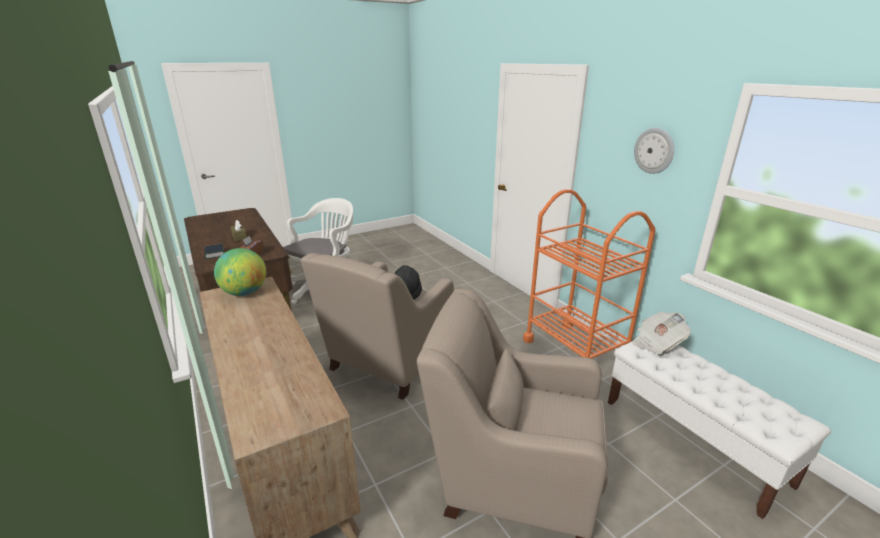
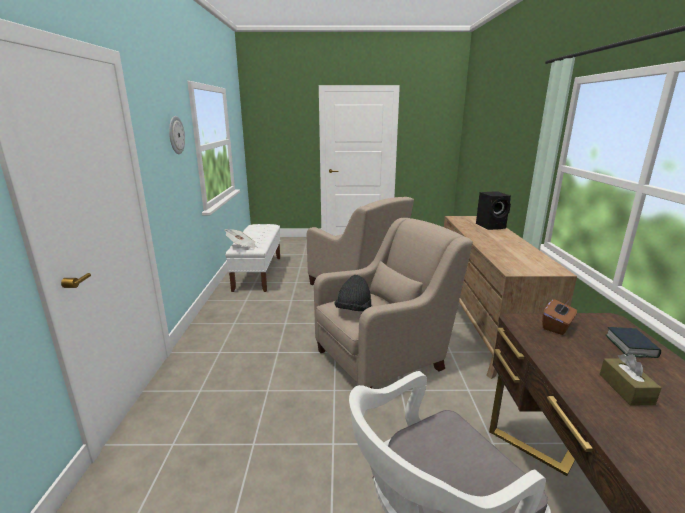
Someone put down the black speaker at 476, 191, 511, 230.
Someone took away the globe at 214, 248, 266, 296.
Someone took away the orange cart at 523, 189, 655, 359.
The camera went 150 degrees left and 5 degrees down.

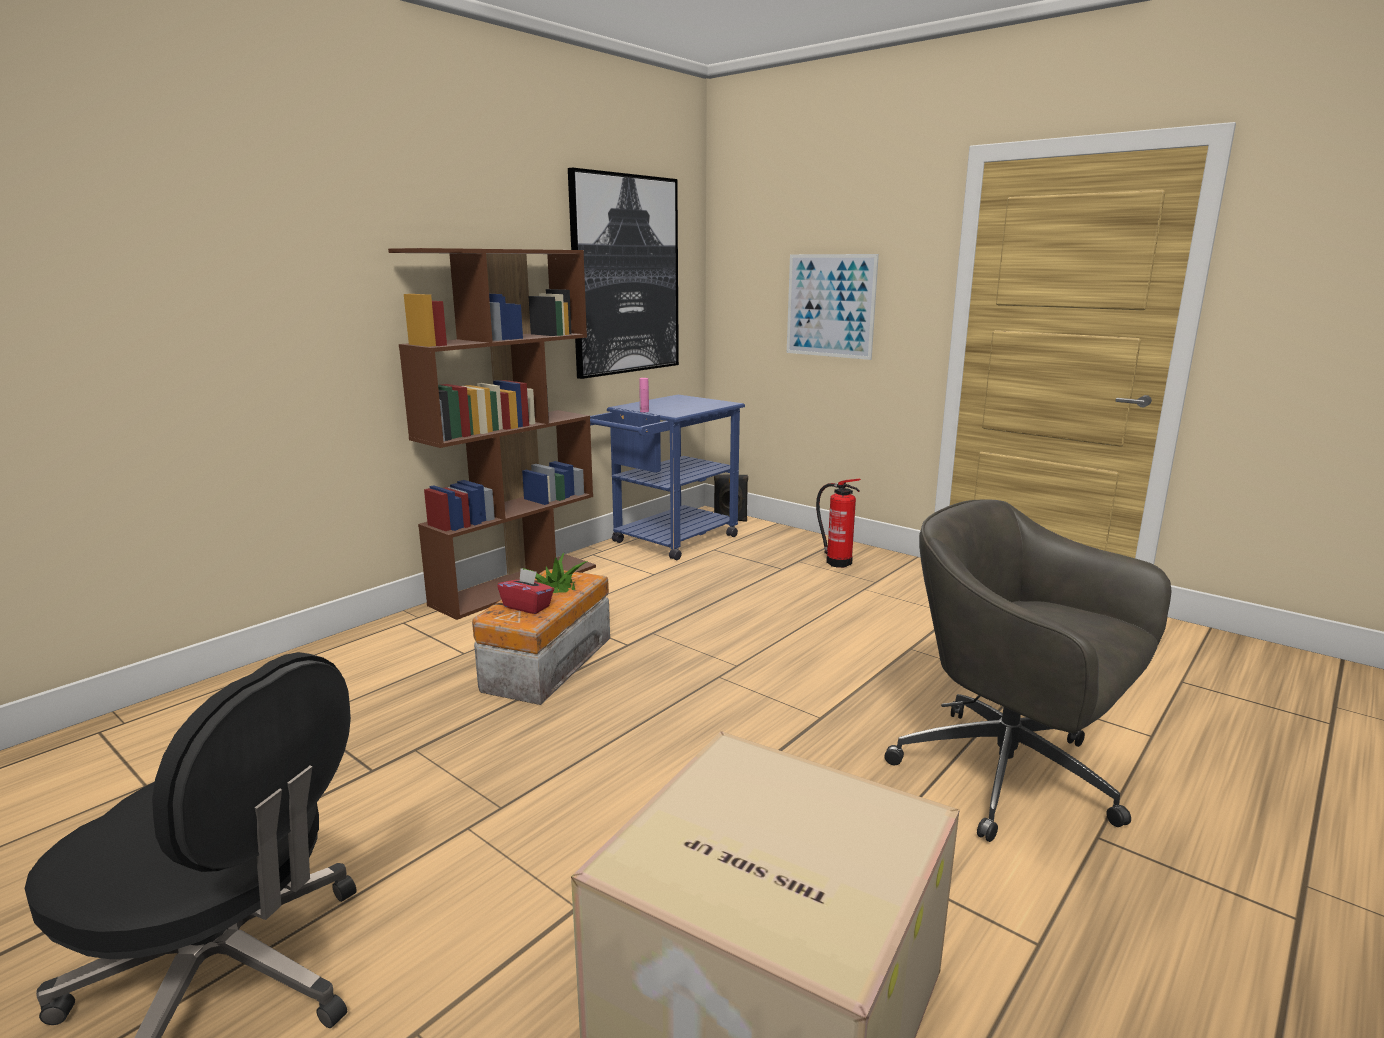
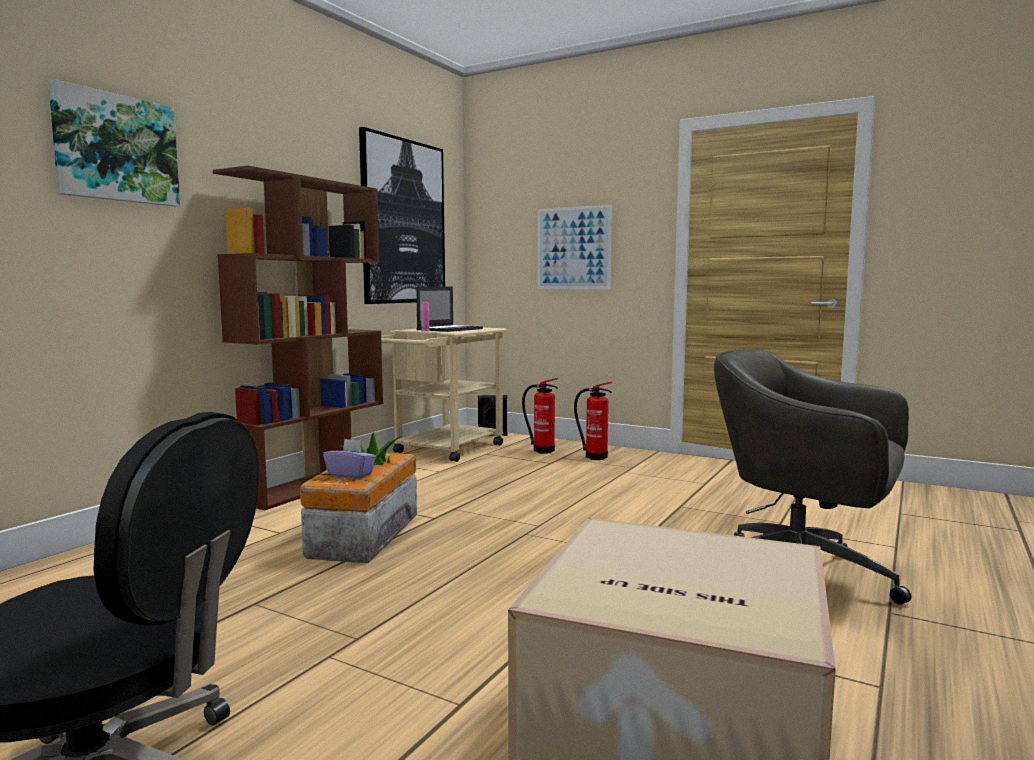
Someone put up the picture at 48, 79, 180, 207.
Someone repainted the red tissue box at 497, 568, 554, 614, which became the purple tissue box at 323, 439, 376, 479.
Someone repainted the blue cart at 590, 395, 745, 560, which became the beige cart at 381, 328, 507, 462.
Someone put down the laptop at 416, 286, 483, 332.
Someone put down the fire extinguisher at 522, 378, 558, 454.
The camera went 10 degrees left and 10 degrees down.

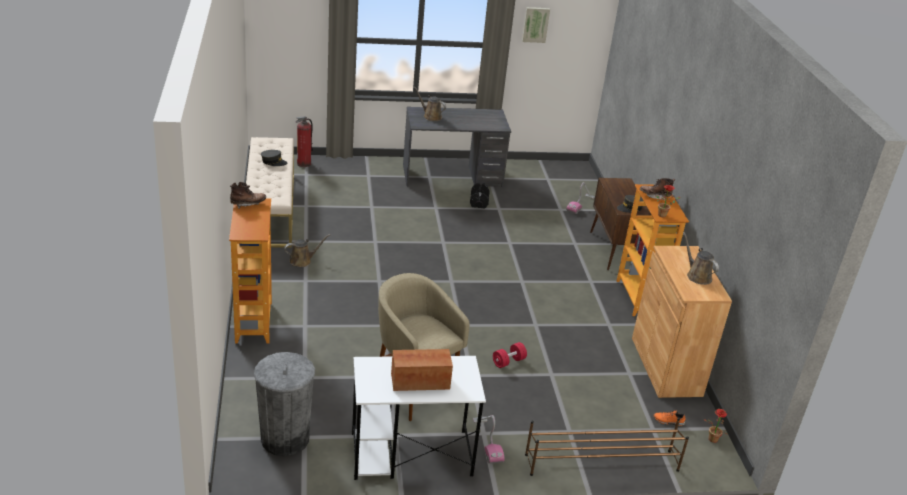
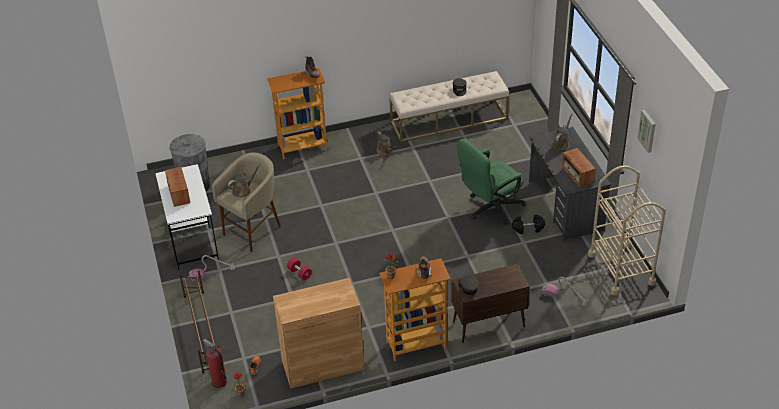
Someone carried the fire extinguisher from 295, 116, 313, 167 to 203, 338, 227, 388.
Someone carried the brown watering can from 683, 232, 719, 285 to 228, 164, 261, 197.
Someone put down the green office chair at 457, 139, 526, 225.
Someone put down the radio at 562, 148, 596, 187.
Someone put down the beige cart at 588, 165, 666, 295.
The camera went 85 degrees right and 10 degrees up.

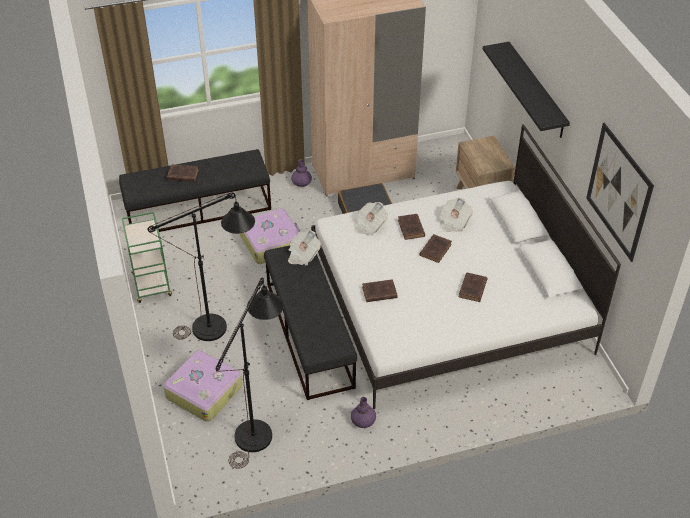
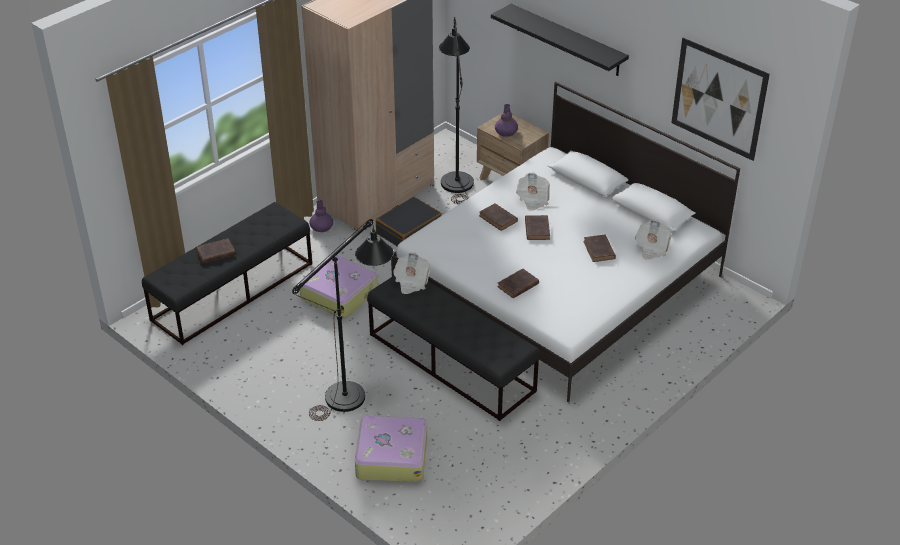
Someone carried the black floor lamp from 216, 277, 284, 468 to 439, 16, 474, 204.
Someone carried the purple vase from 351, 397, 376, 428 to 495, 104, 518, 137.
Someone carried the newspaper from 355, 202, 388, 236 to 635, 220, 672, 259.
Someone took away the green cart at 122, 212, 172, 303.
The camera went 30 degrees left and 5 degrees down.

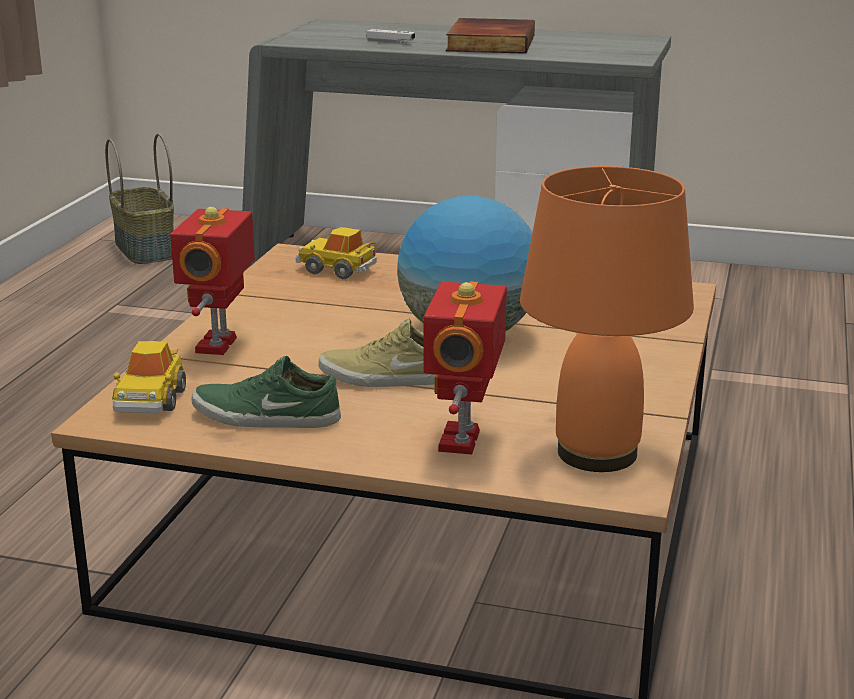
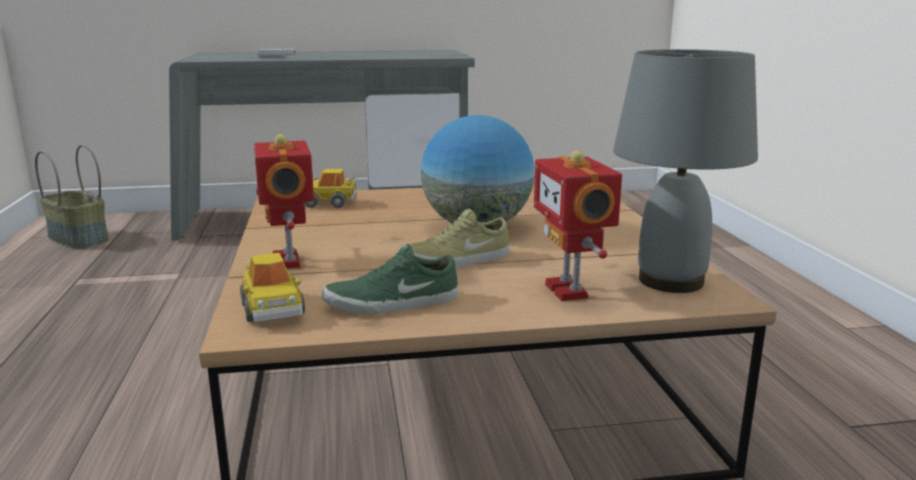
Someone repainted the orange table lamp at 520, 166, 694, 472, which became the grey table lamp at 613, 49, 758, 293.
Someone took away the book at 446, 18, 535, 54.
The camera went 25 degrees left and 5 degrees down.

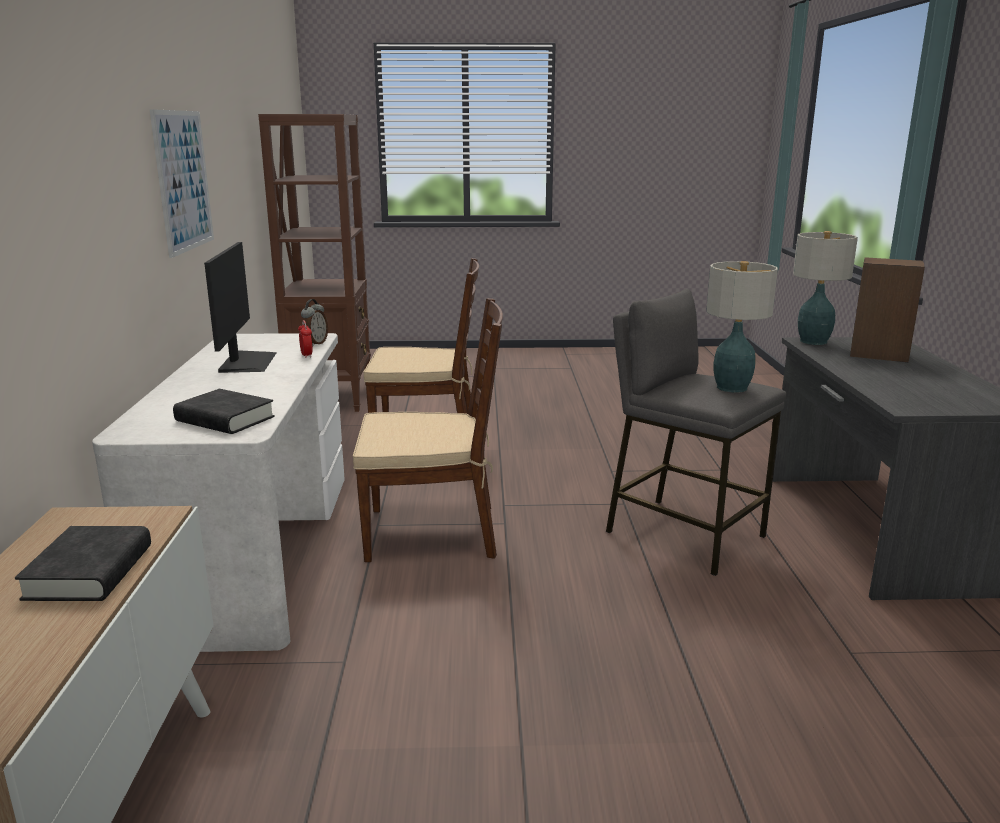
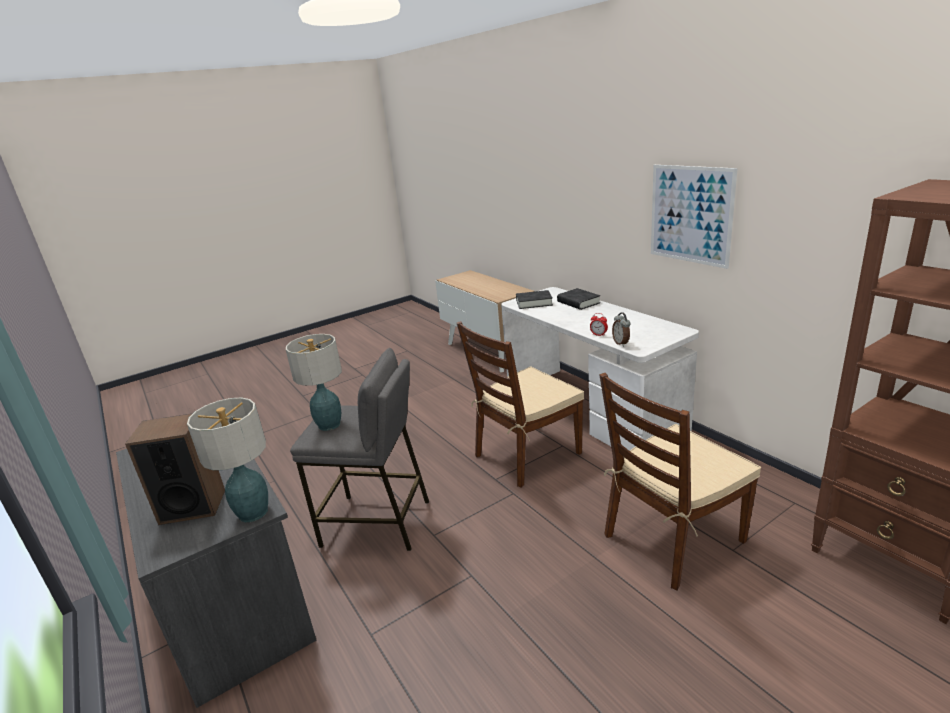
Someone carried the black book from 15, 526, 151, 601 to 557, 288, 600, 310.
Someone took away the monitor at 204, 242, 277, 373.
The camera went 150 degrees right and 5 degrees up.

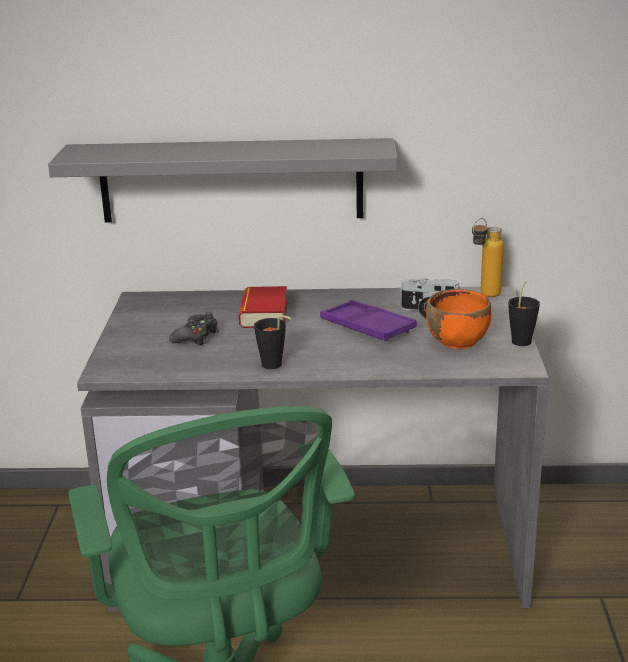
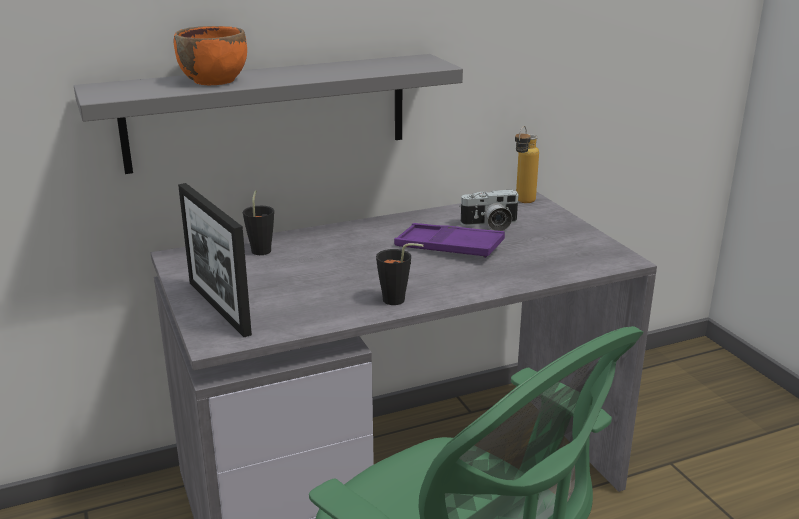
Someone carried the orange bowl from 426, 289, 491, 349 to 174, 26, 247, 85.
Someone put down the picture frame at 178, 183, 252, 337.
Someone carried the black cup from 508, 281, 540, 346 to 243, 190, 274, 255.
Someone took away the black game controller at 169, 312, 219, 345.
Someone took away the book at 239, 286, 287, 328.
The camera went 25 degrees left and 0 degrees up.

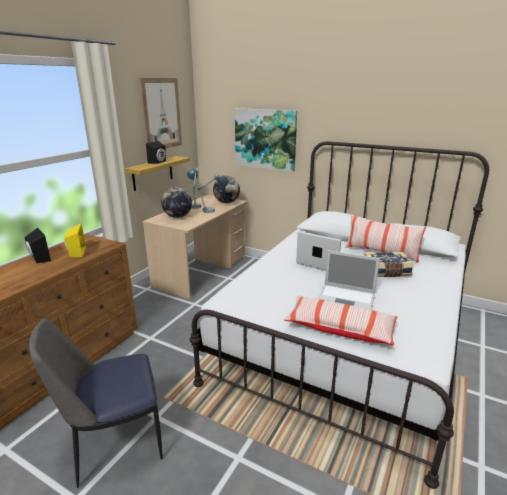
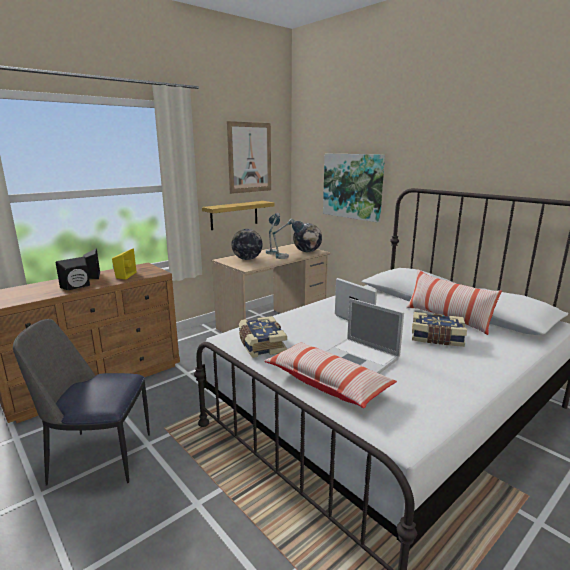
Someone carried the black speaker from 146, 141, 166, 164 to 56, 257, 90, 290.
Someone put down the book at 239, 316, 287, 358.
The camera went 20 degrees right and 5 degrees down.

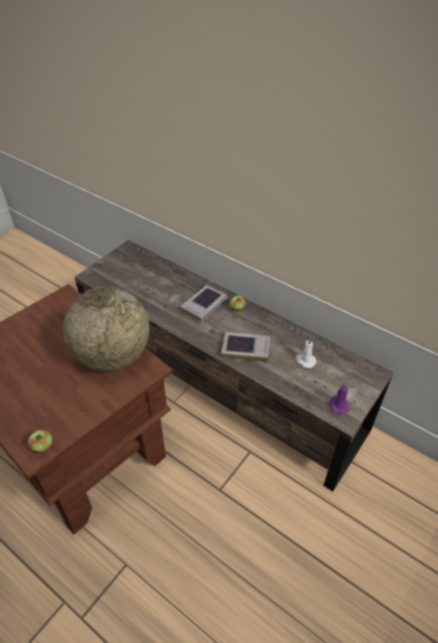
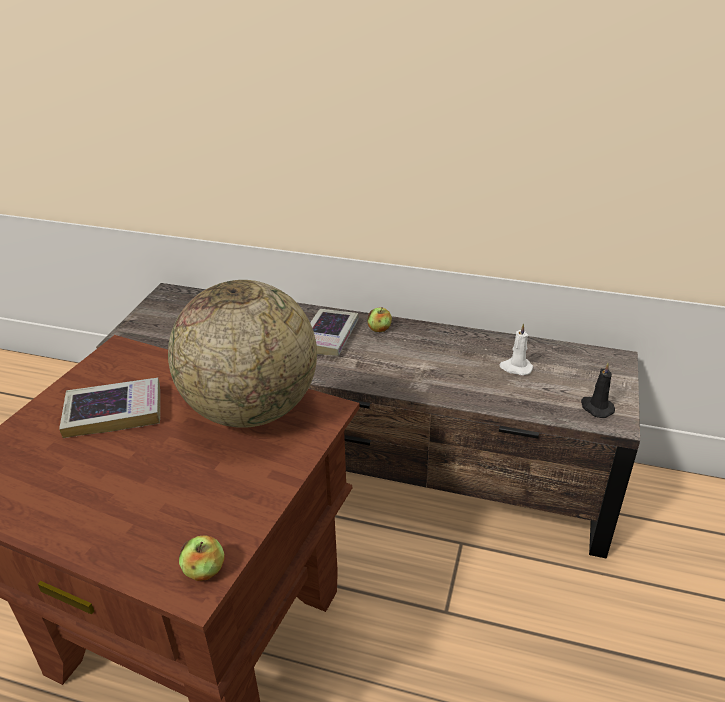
Someone carried the book from 221, 332, 270, 362 to 59, 378, 160, 438.
Someone repainted the purple candle at 329, 383, 350, 414, which became the black candle at 581, 363, 615, 418.
The camera went 20 degrees left and 10 degrees down.

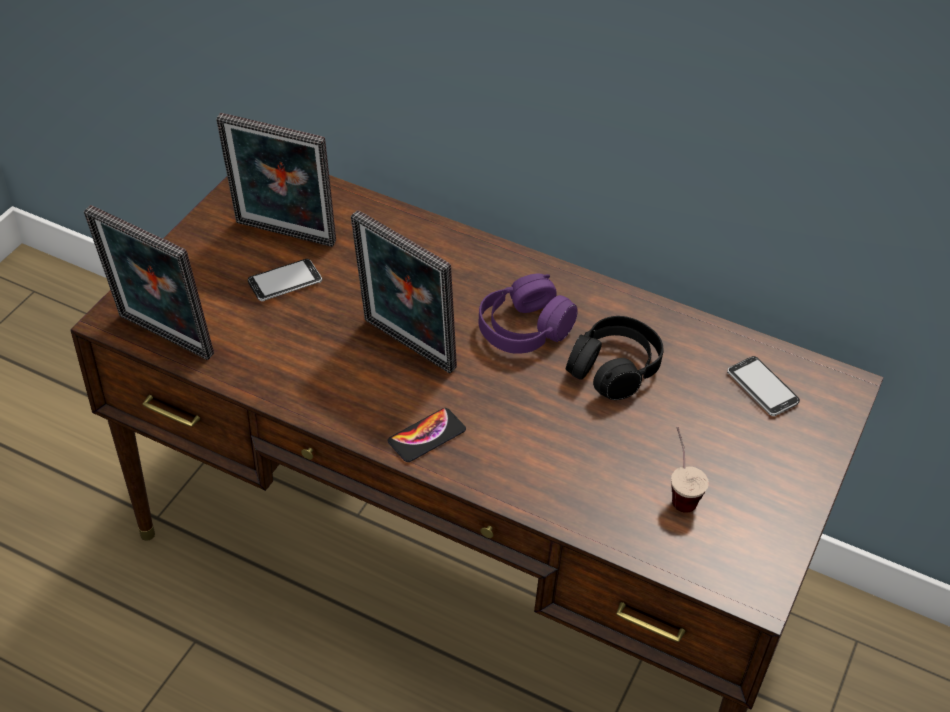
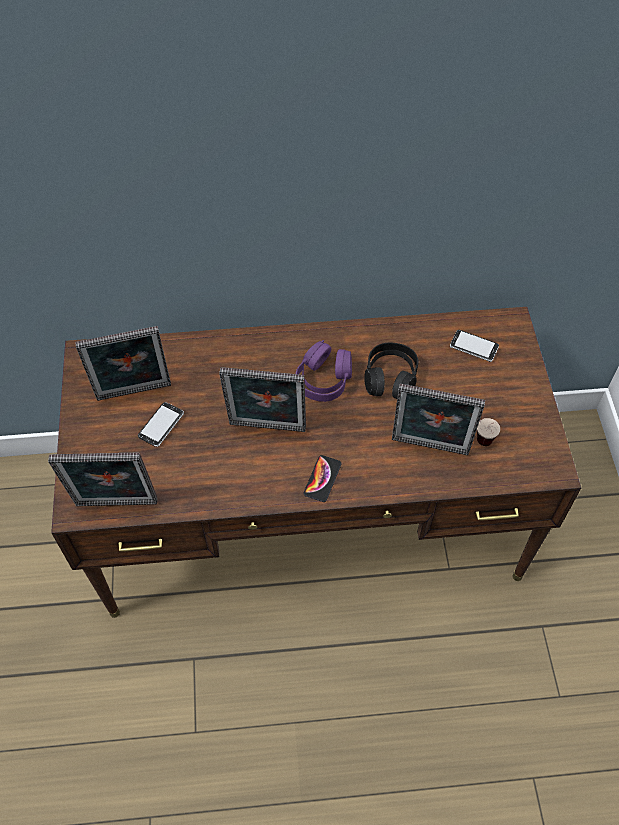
Someone put down the picture frame at 392, 384, 485, 455.
The camera went 30 degrees left and 10 degrees up.

